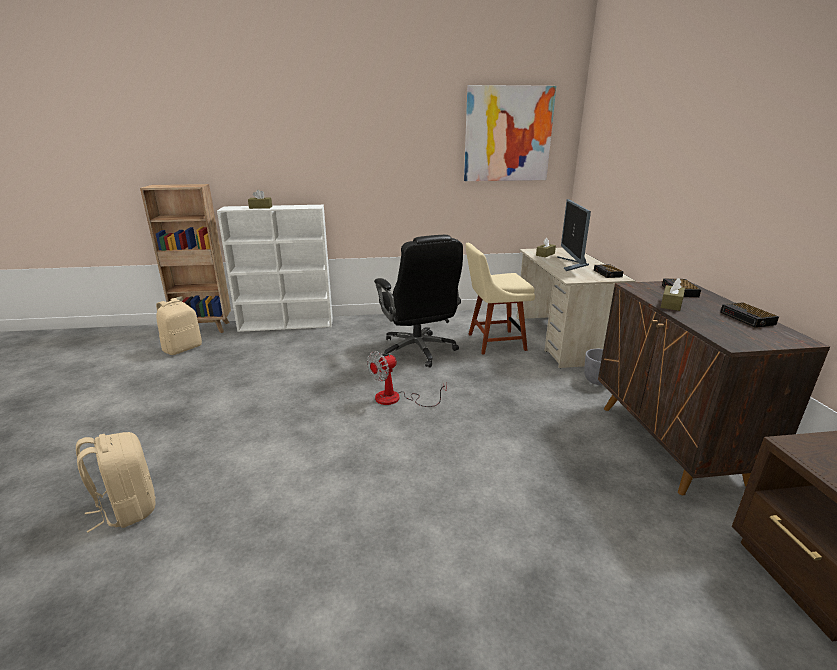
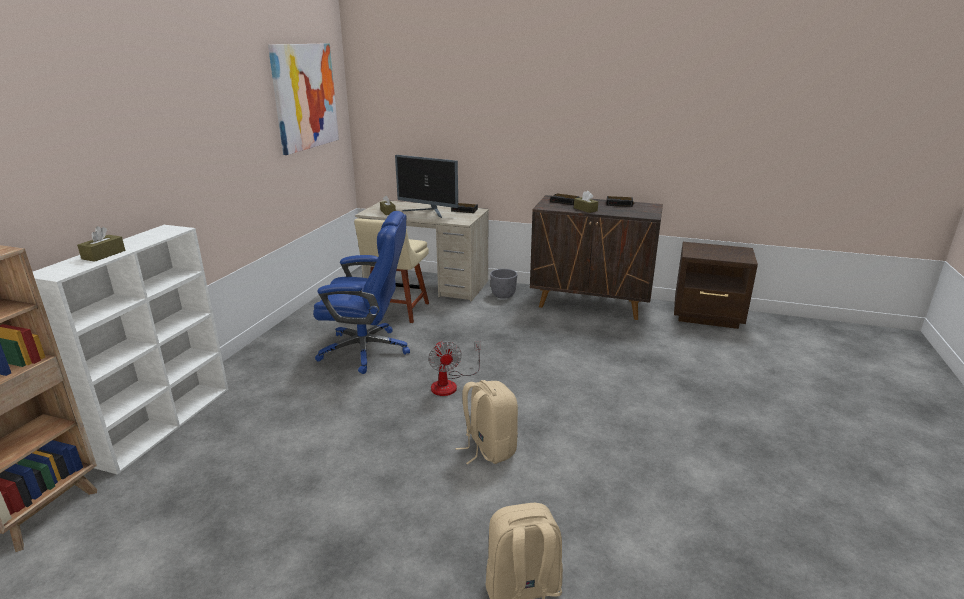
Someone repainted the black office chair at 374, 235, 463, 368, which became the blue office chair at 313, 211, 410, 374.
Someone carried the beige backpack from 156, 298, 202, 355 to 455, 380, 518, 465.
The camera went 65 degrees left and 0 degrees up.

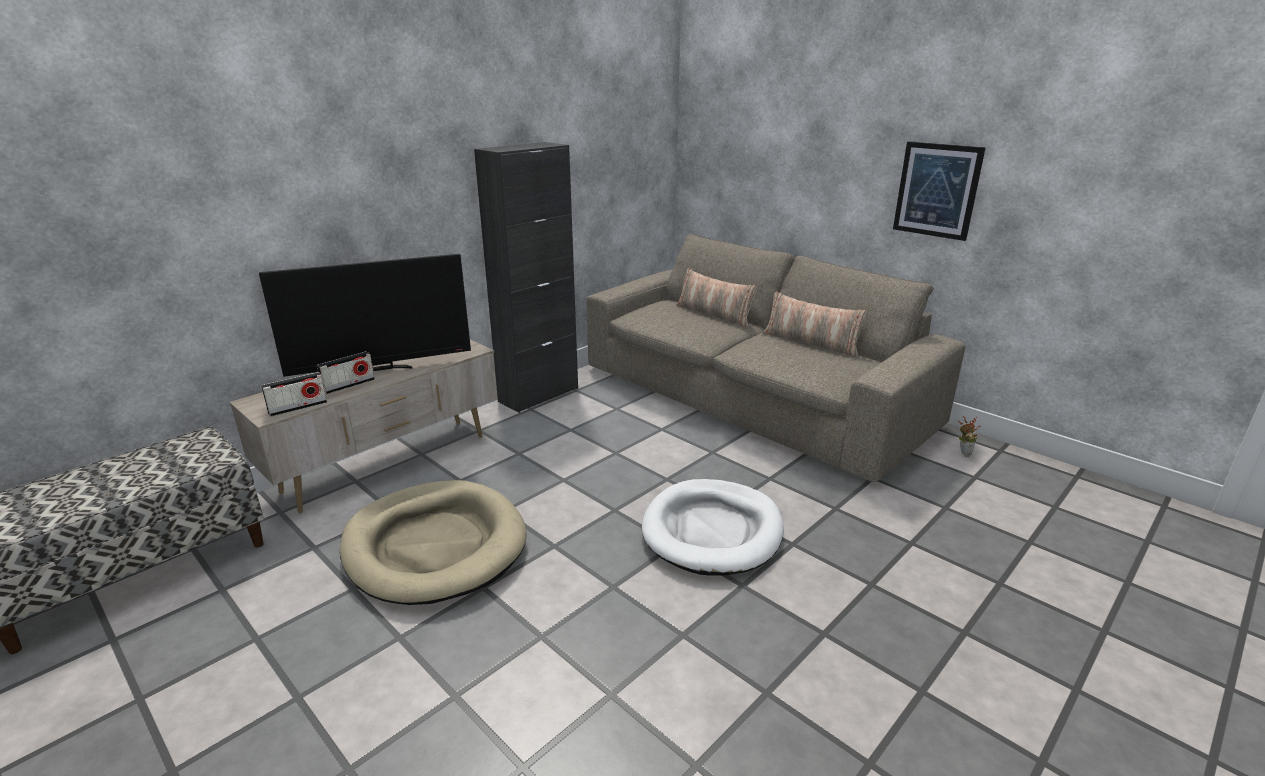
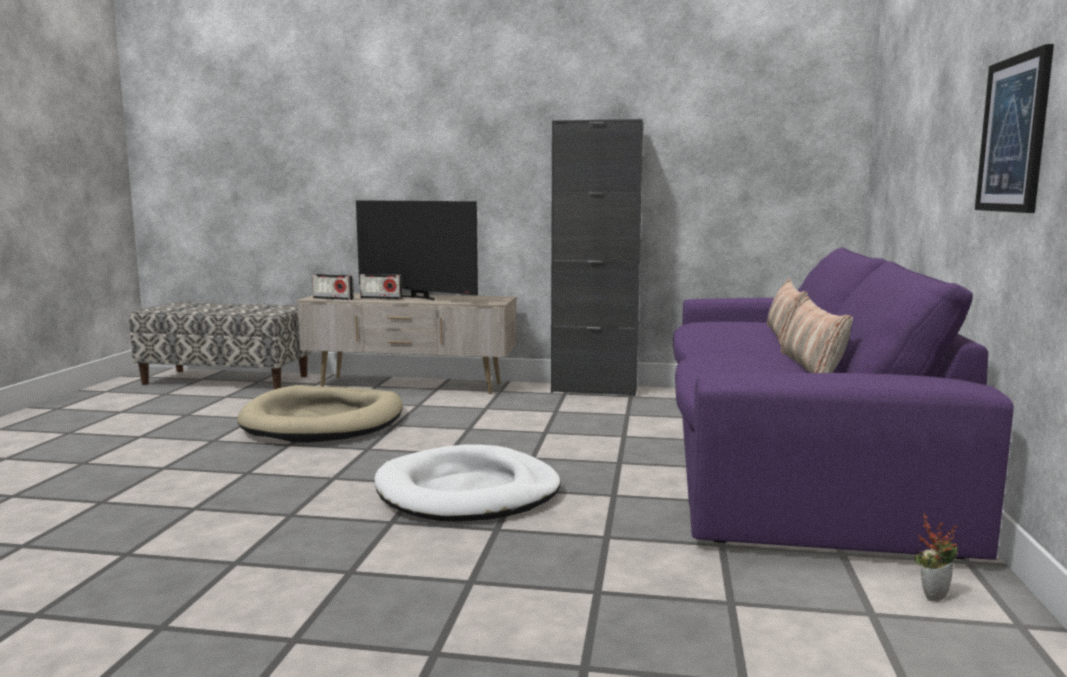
Someone repainted the beige sofa at 587, 234, 965, 482, which became the purple sofa at 673, 247, 1014, 560.
The camera went 55 degrees right and 15 degrees down.

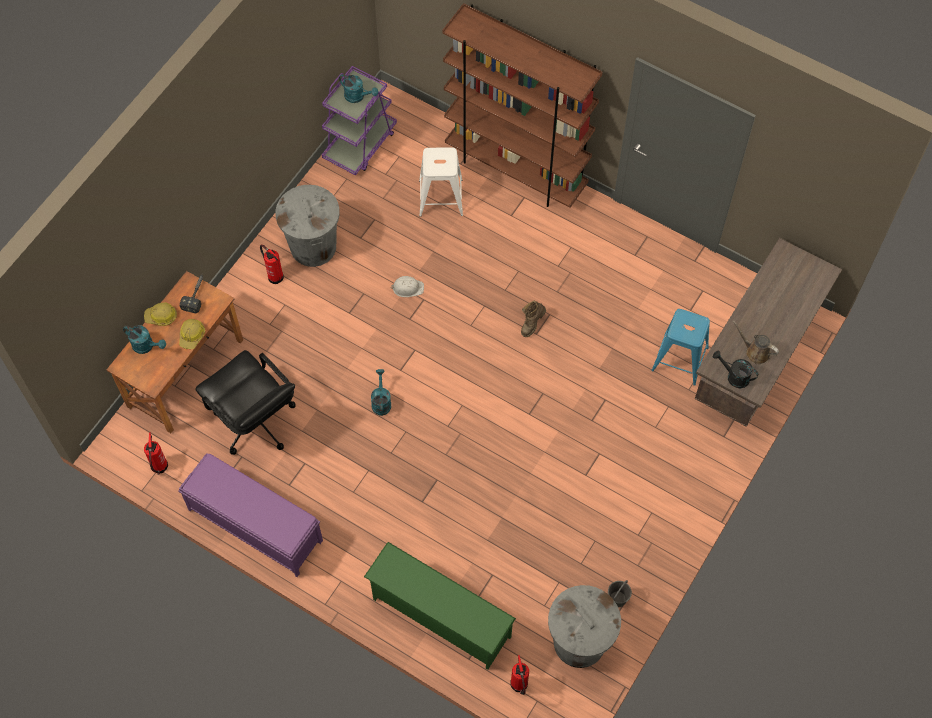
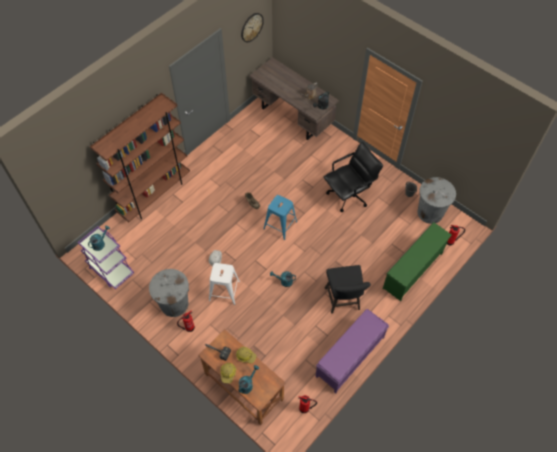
Someone carried the white stool from 419, 147, 463, 217 to 209, 263, 240, 305.
Someone put up the wall clock at 241, 13, 264, 42.
Someone carried the blue stool from 651, 309, 710, 386 to 263, 195, 297, 240.
Someone carried the black office chair from 195, 350, 296, 455 to 324, 142, 383, 212.
Someone put down the black stool at 325, 265, 371, 314.
The camera went 80 degrees left and 5 degrees down.

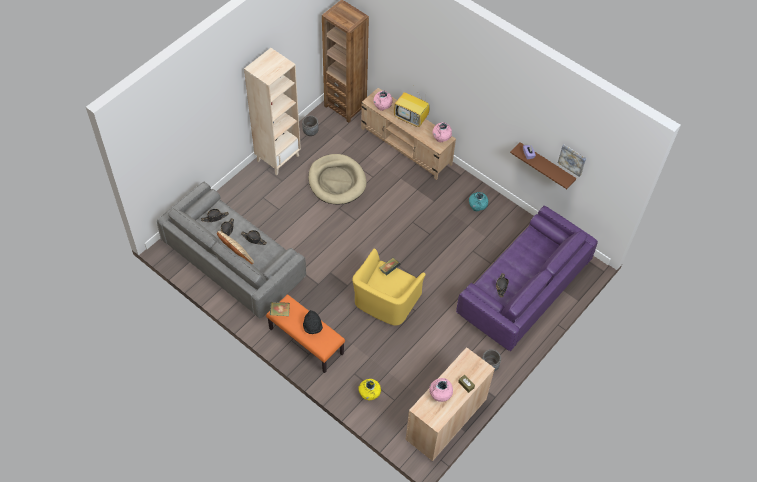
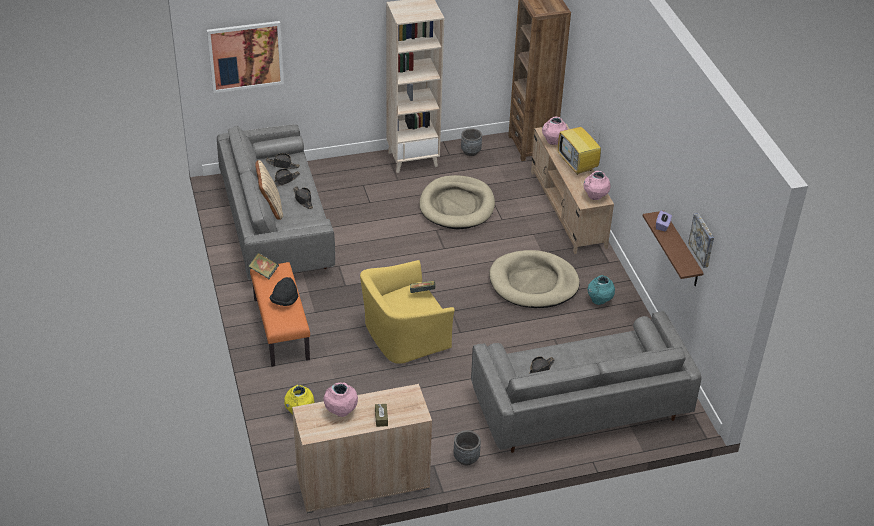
Someone put up the picture at 207, 21, 284, 93.
Someone repainted the purple sofa at 456, 206, 598, 351, which became the grey sofa at 471, 311, 702, 453.
Someone put down the beige dog bed at 489, 250, 580, 308.
The camera went 35 degrees right and 15 degrees down.

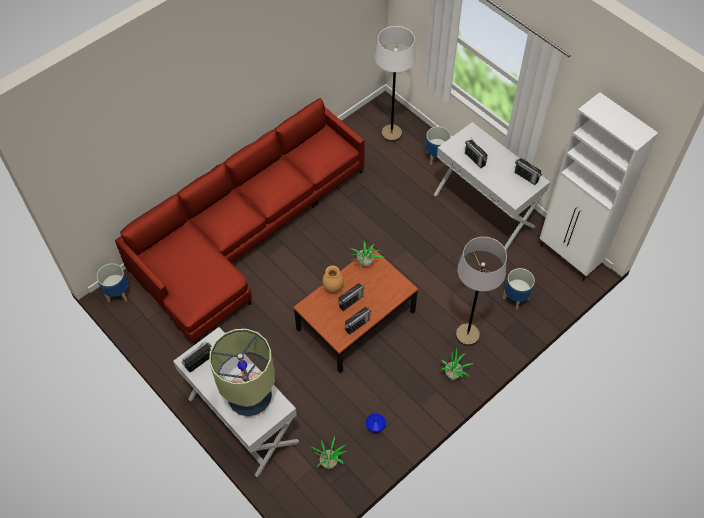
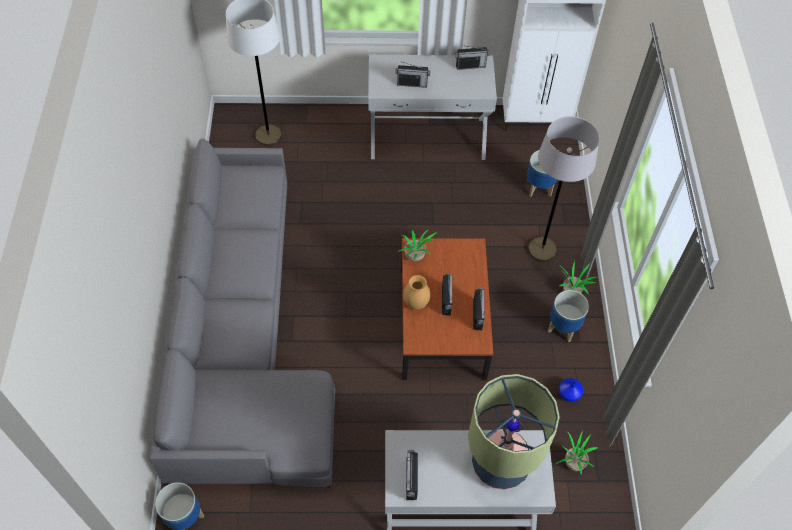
Someone repainted the red sofa at 115, 98, 365, 344, which became the grey sofa at 149, 138, 335, 487.
Someone carried the planter from 425, 126, 451, 165 to 548, 290, 589, 342.
The camera went 50 degrees left and 0 degrees up.

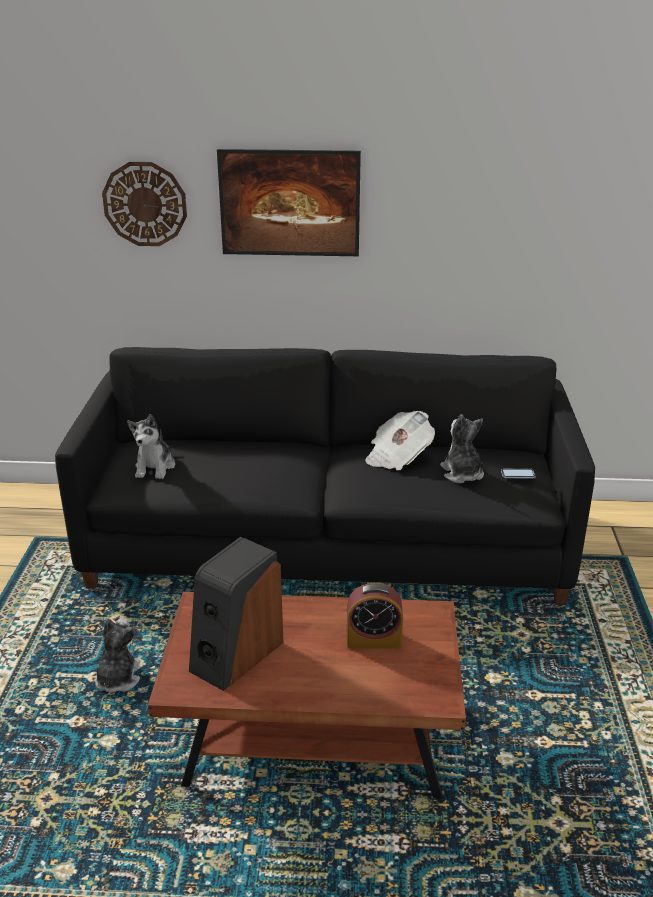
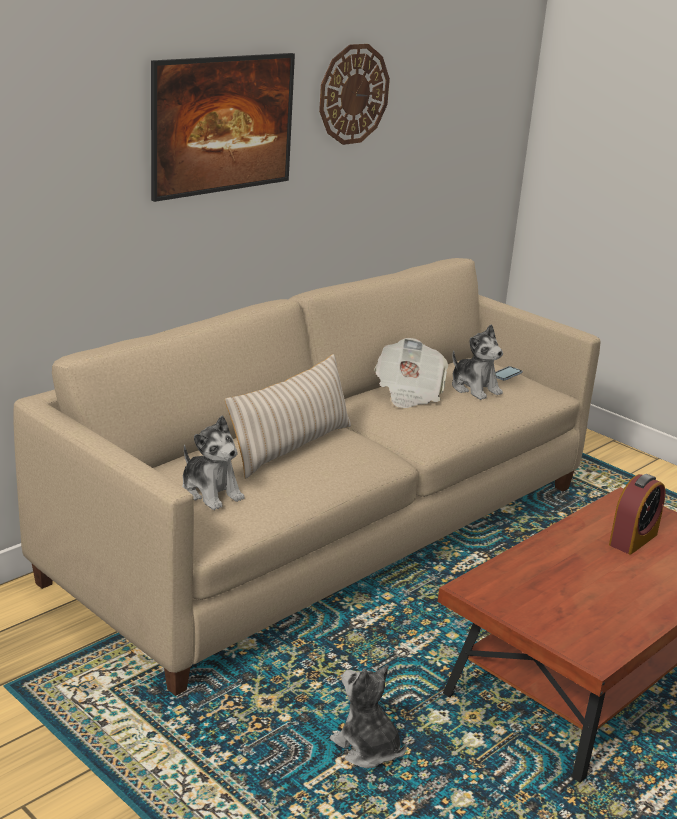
Someone repainted the black sofa at 55, 347, 595, 605, which became the beige sofa at 13, 258, 601, 696.
Someone put down the beige pillow at 225, 354, 351, 479.
Someone carried the wall clock from 102, 162, 187, 246 to 319, 44, 390, 145.
Someone rotated the plush toy at 440, 414, 484, 483 by 150 degrees counterclockwise.
Someone took away the speaker at 189, 537, 283, 691.
The camera went 50 degrees left and 5 degrees down.

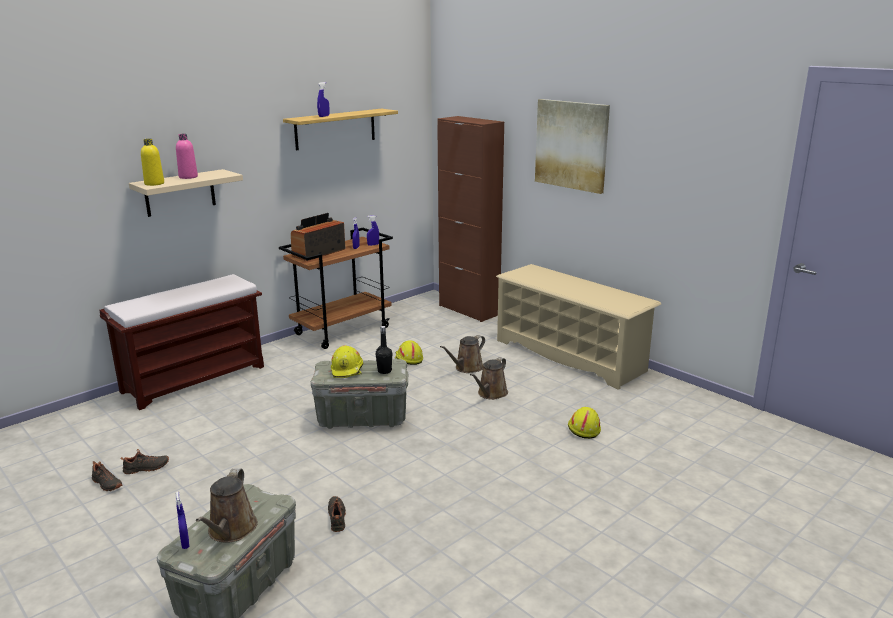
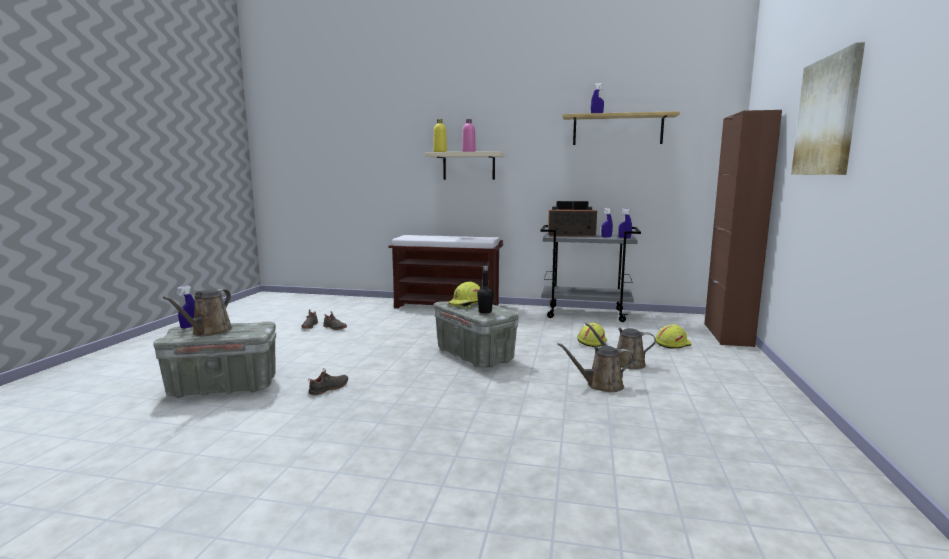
Someone rotated the brown watering can at 196, 468, 258, 543 by 45 degrees counterclockwise.
Someone repainted the brown cart at 279, 228, 393, 349, which became the grey cart at 540, 225, 641, 322.
Someone carried the yellow hard hat from 568, 407, 601, 439 to 655, 324, 692, 349.
Someone took away the beige shoe rack at 496, 264, 661, 390.
The camera went 55 degrees right and 10 degrees down.

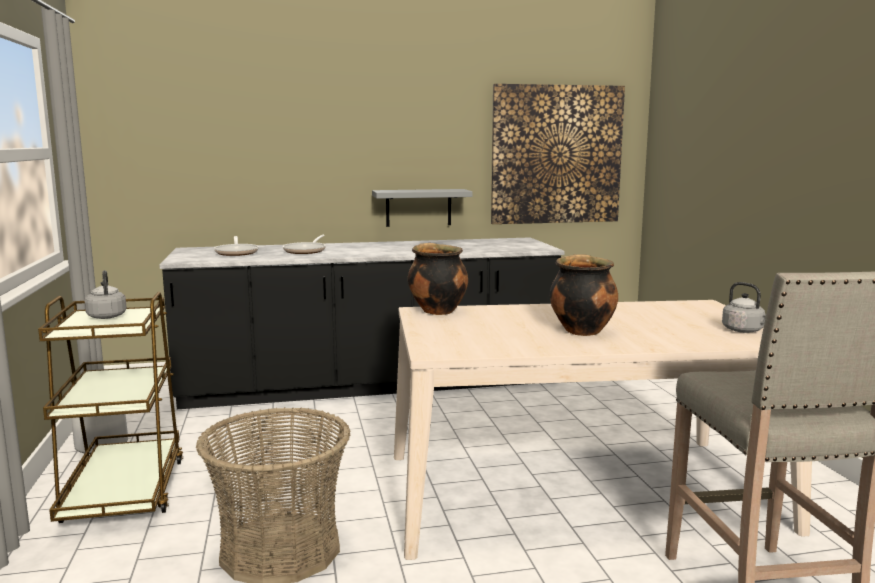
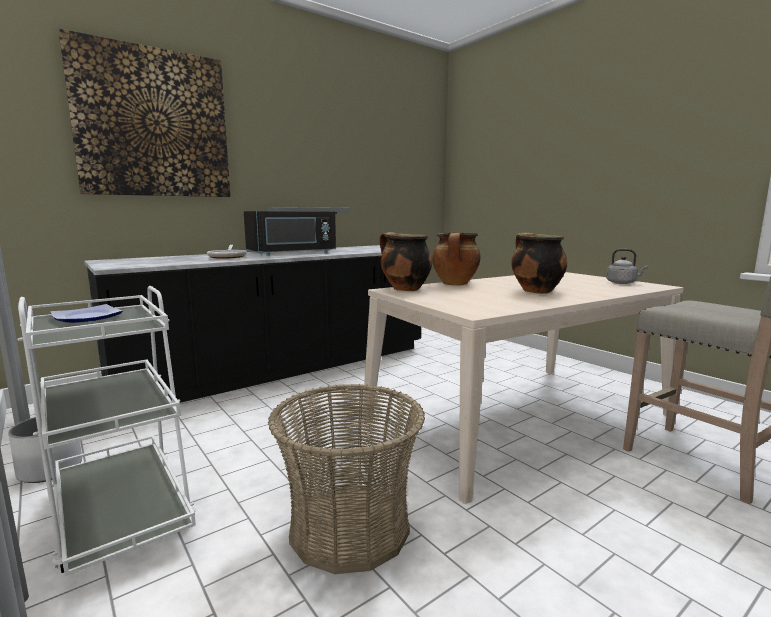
Someone repainted the brown cart at 38, 292, 183, 523, which became the white cart at 17, 286, 196, 576.
Someone swapped the grey kettle at 84, 270, 127, 319 for the plate at 50, 304, 123, 323.
Someone carried the picture from 491, 84, 625, 224 to 58, 29, 230, 197.
Someone put down the black microwave at 244, 211, 336, 256.
Someone put down the cooking pot at 432, 232, 481, 285.
Someone took away the frying pan at 214, 236, 259, 256.
The camera went 25 degrees left and 0 degrees up.

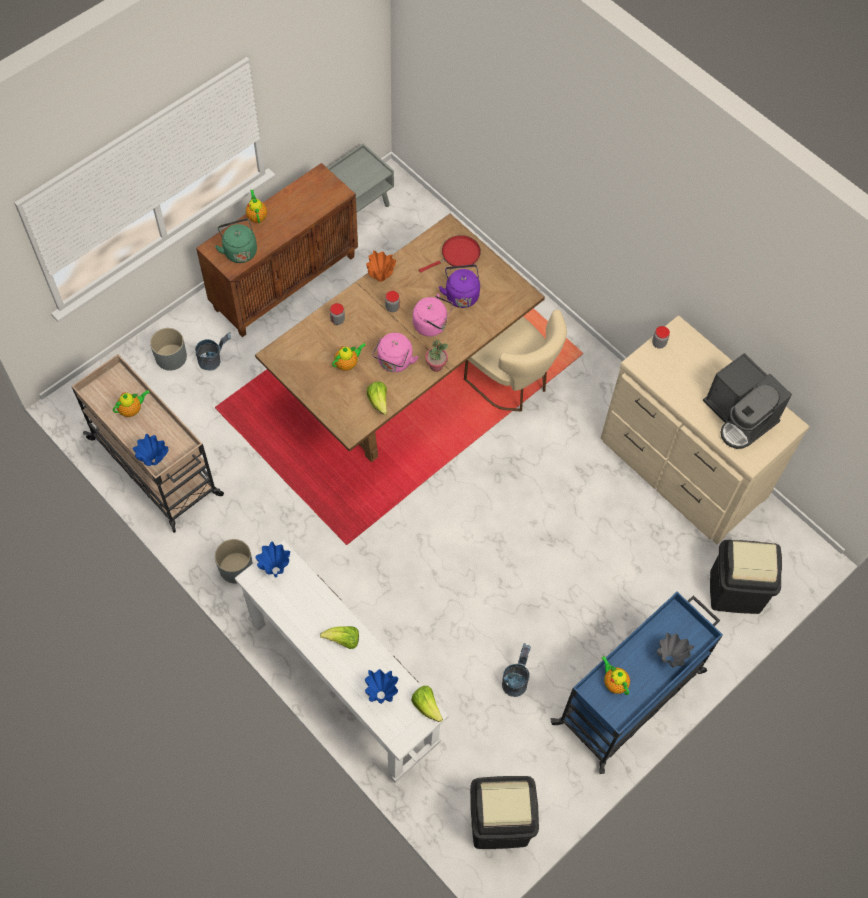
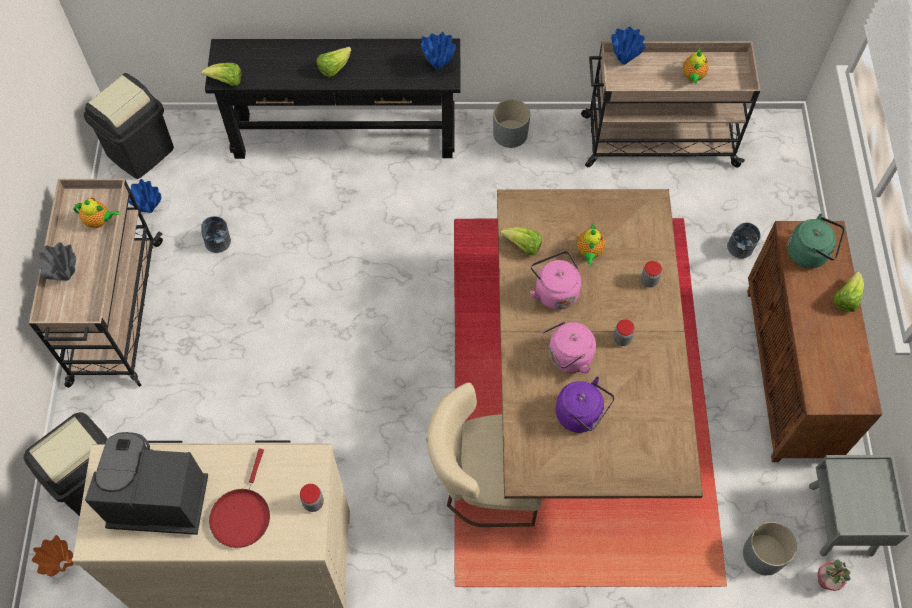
Someone repainted the blue cart at 551, 592, 723, 774, which became the beige cart at 29, 179, 163, 388.
Someone carried the orange vase from 366, 250, 396, 282 to 32, 535, 74, 576.
Someone carried the blue vase from 365, 669, 398, 704 to 128, 179, 161, 213.
Someone repainted the white console table at 235, 539, 449, 783, which became the black console table at 205, 39, 461, 159.
Someone carried the red frying pan from 419, 235, 481, 273 to 209, 448, 270, 548.
Someone carried the grey planter from 150, 328, 187, 371 to 743, 522, 797, 575.
Someone carried the potted plant from 425, 339, 448, 372 to 818, 559, 851, 591.
Someone swapped the teapot at 246, 190, 267, 223 for the lettuce at 834, 271, 864, 312.
The camera went 135 degrees right and 0 degrees up.

